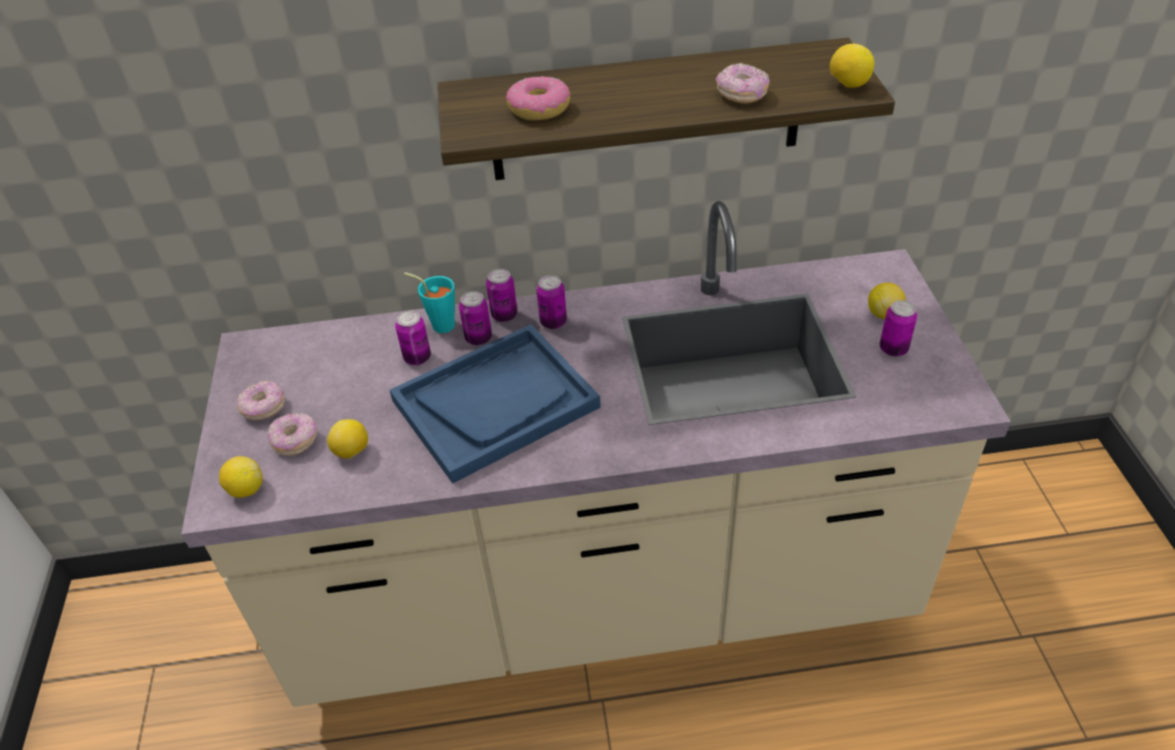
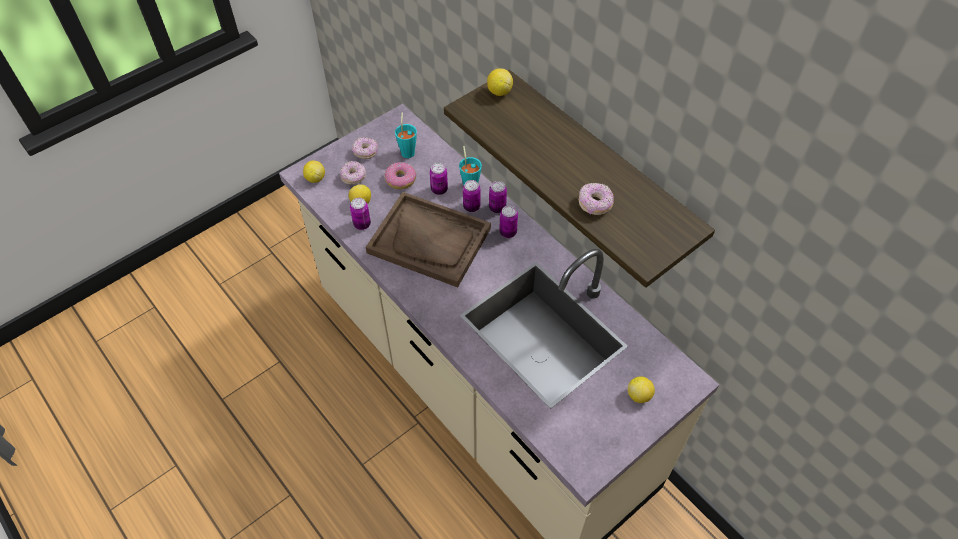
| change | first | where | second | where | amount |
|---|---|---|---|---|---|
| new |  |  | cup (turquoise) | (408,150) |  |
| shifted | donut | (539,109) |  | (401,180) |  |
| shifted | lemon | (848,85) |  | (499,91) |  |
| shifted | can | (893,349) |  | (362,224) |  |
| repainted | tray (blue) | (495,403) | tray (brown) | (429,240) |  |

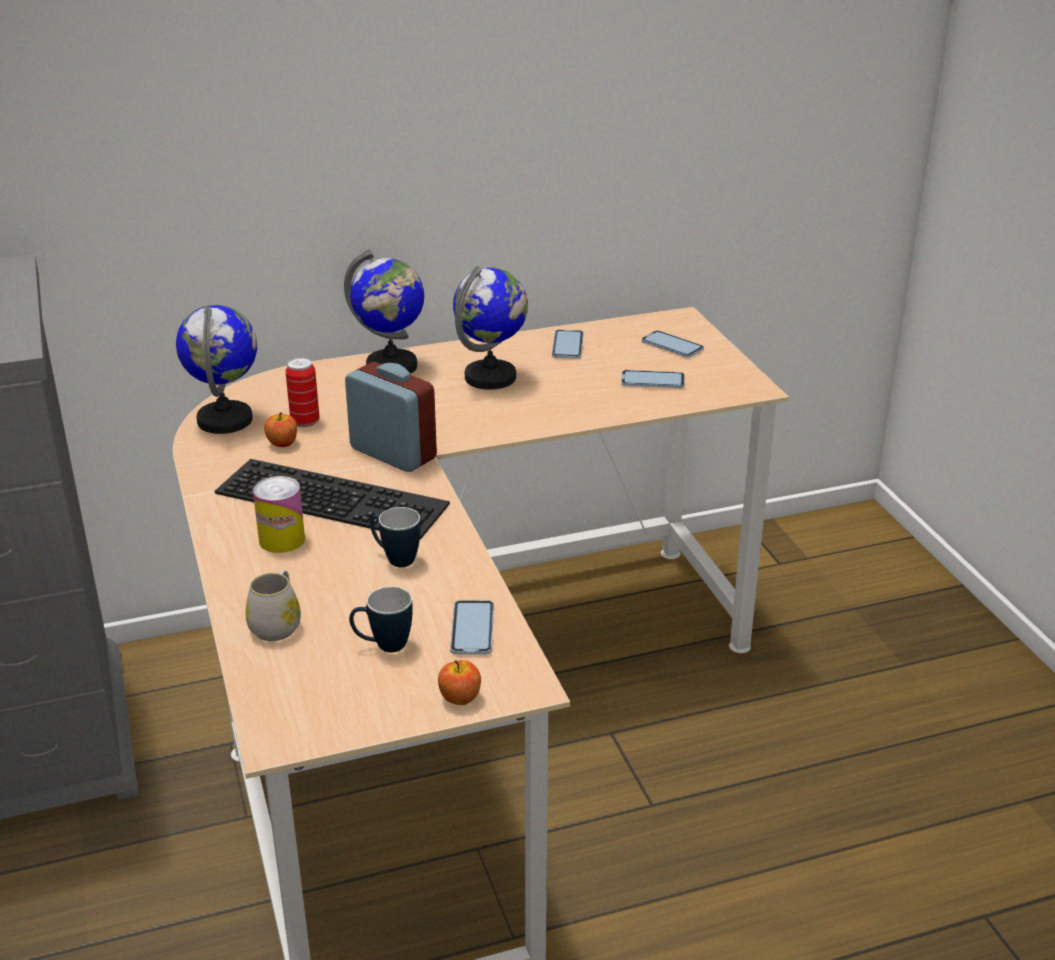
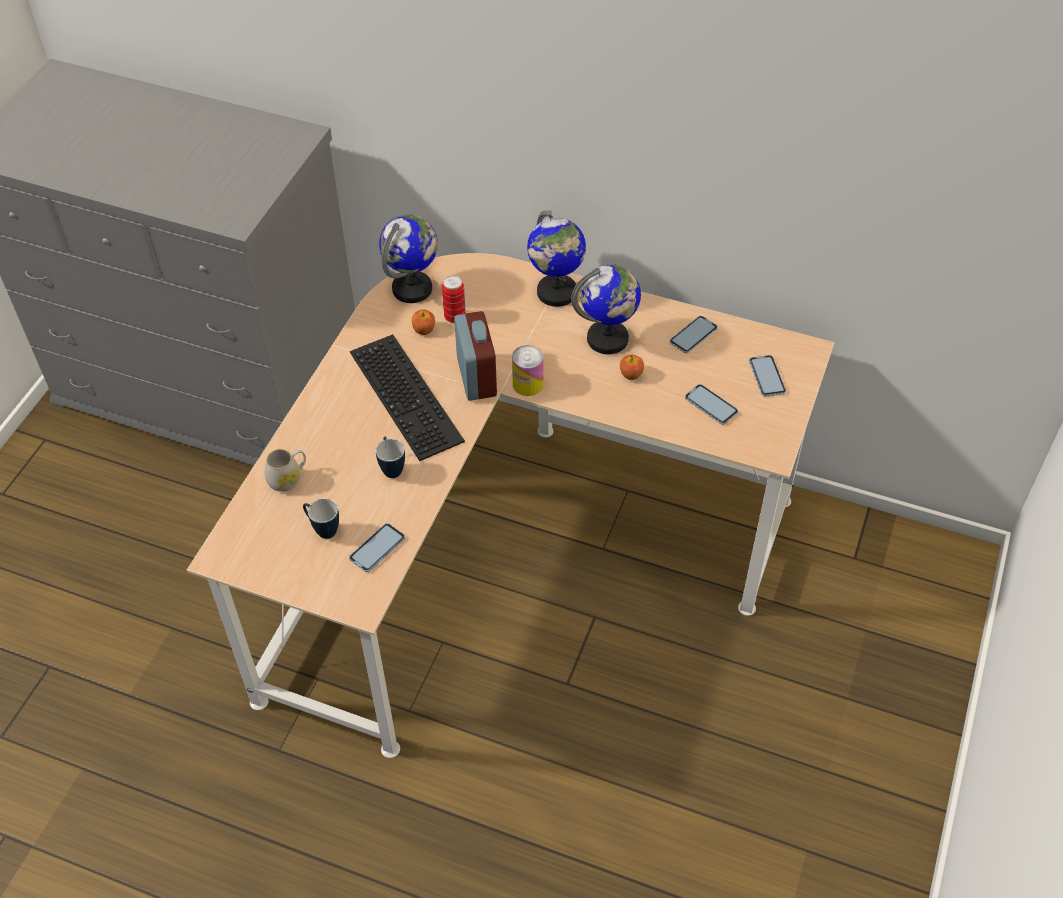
| change | first | where | second | where | amount |
|---|---|---|---|---|---|
| shifted | can | (282,539) |  | (528,384) |  |
| shifted | apple | (459,698) |  | (631,375) |  |

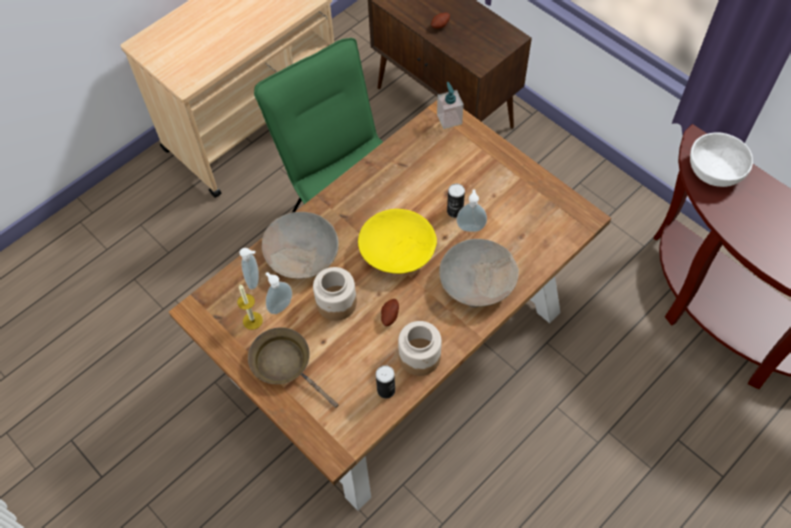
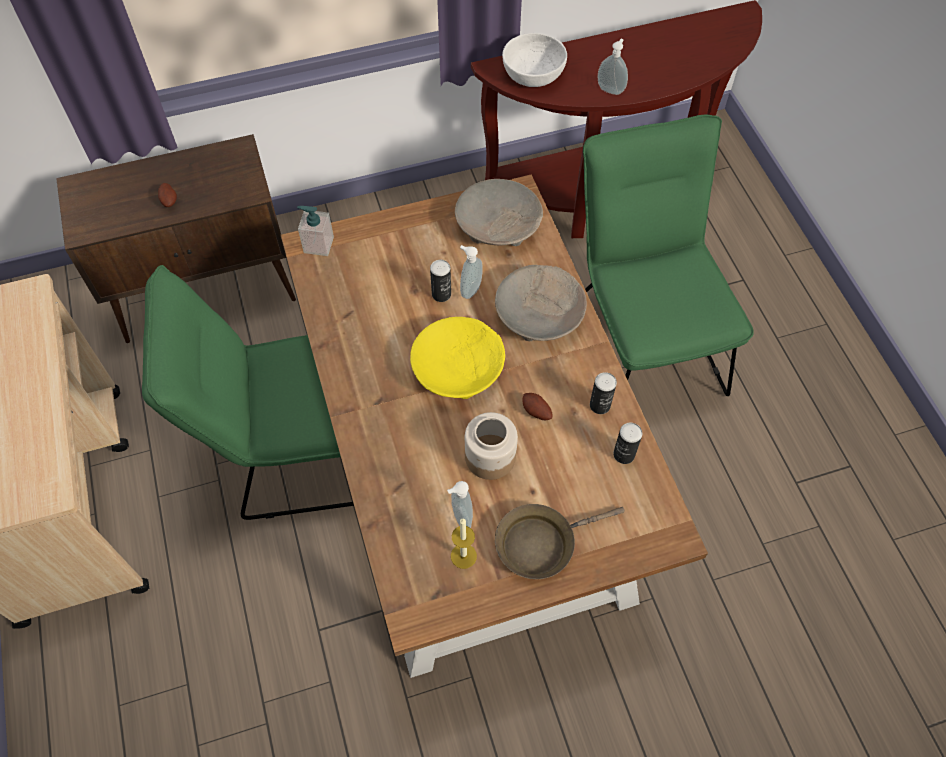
| change | first | where | second | where | amount |
|---|---|---|---|---|---|
| new |  |  | chair (green) | (640,341) |  |
| shifted | soap dispenser | (255,280) |  | (611,89) |  |
| shifted | bowl (beige) | (302,253) |  | (497,225) |  |
| swapped | jar | (420,356) | can | (600,405) |  |

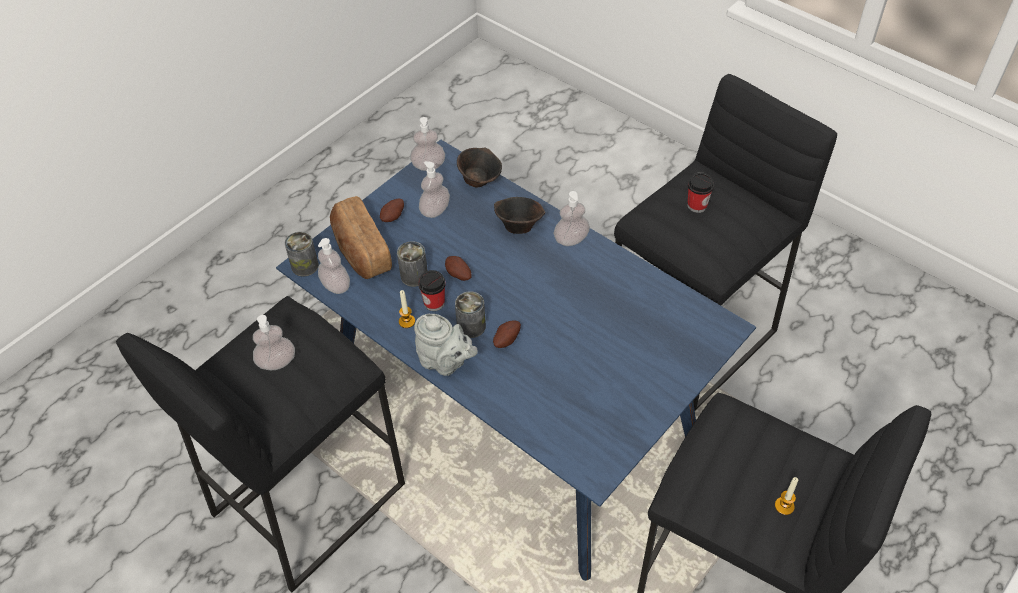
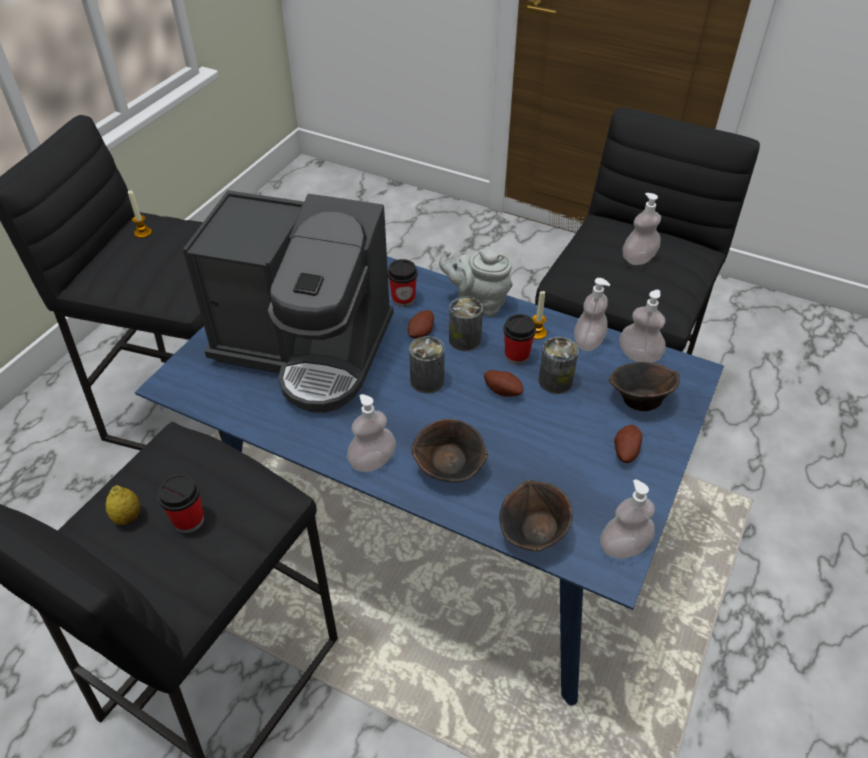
| change | first | where | second | where | amount |
|---|---|---|---|---|---|
| new |  |  | lemon | (128,517) |  |
| new |  |  | coffee machine | (306,348) |  |
| new |  |  | cup | (403,299) |  |
| shifted | can | (305,266) |  | (427,380) |  |
| shifted | soap dispenser | (435,210) |  | (588,342) |  |
| swapped | bread | (361,250) | bowl (brown) | (638,400) |  |

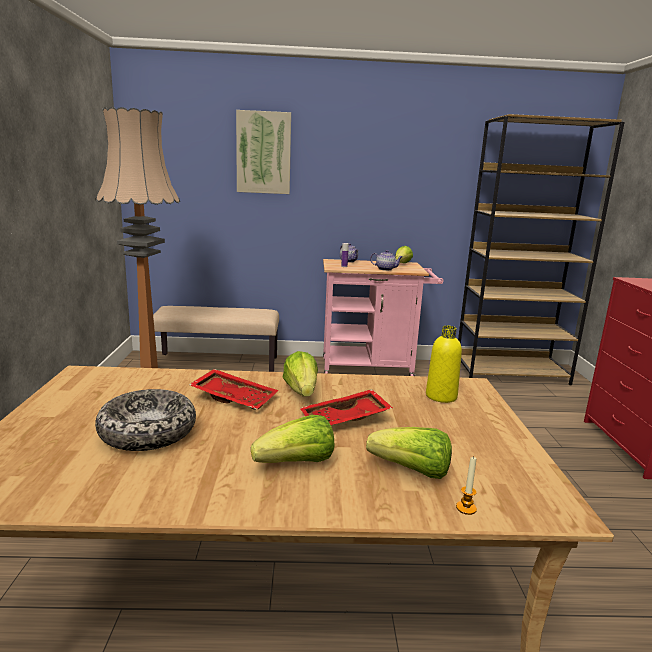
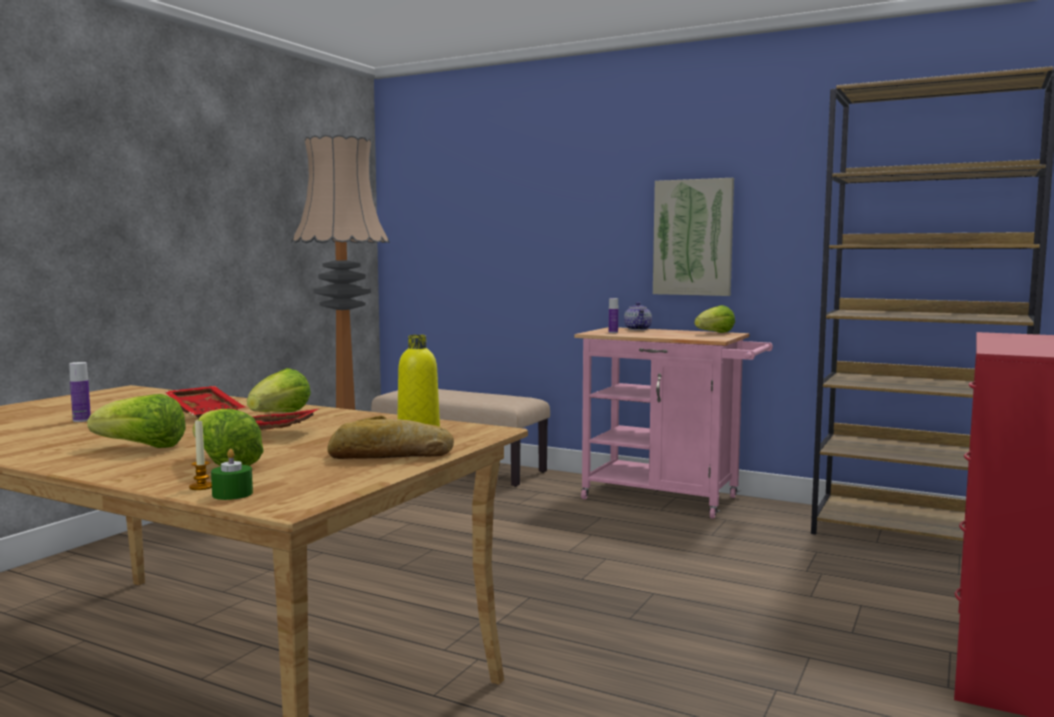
| change | first | where | second | where | amount |
|---|---|---|---|---|---|
| gone | teapot | (386,269) |  |  |  |
| new |  |  | candle (green) | (232,494) |  |
| new |  |  | bread | (390,455) |  |
| shifted | picture | (263,153) |  | (693,237) |  |
| swapped | bowl | (147,432) | bottle | (81,420) |  |

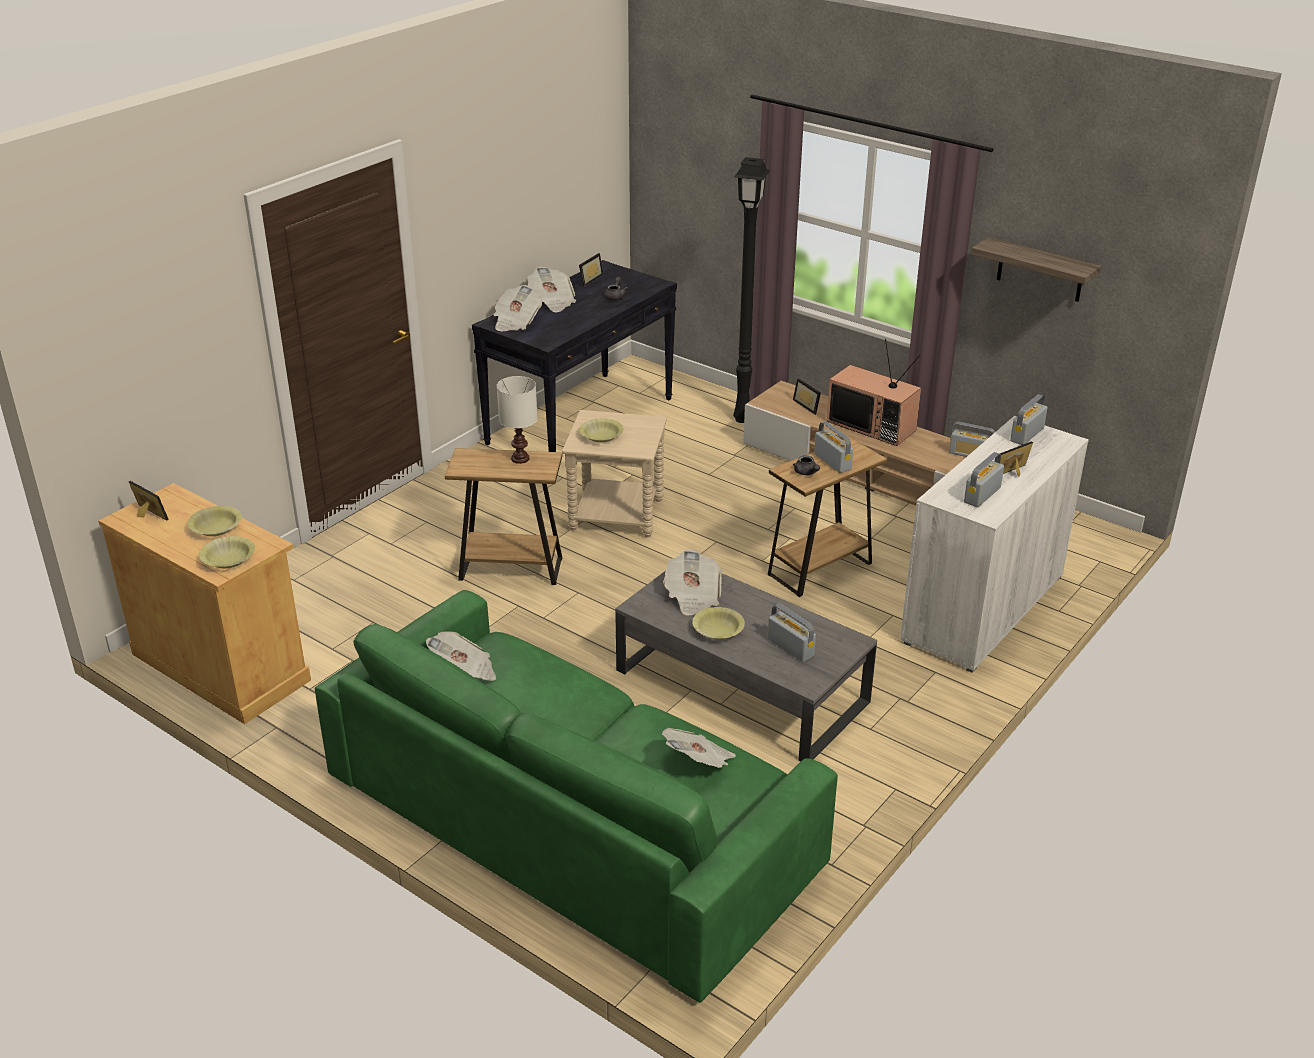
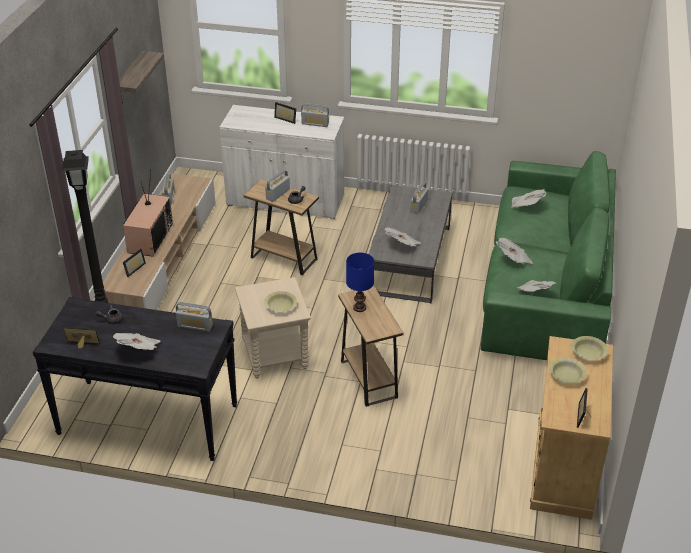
| change | first | where | second | where | amount |
|---|---|---|---|---|---|
| gone | bowl (yellow) | (718,630) |  |  |  |
| shifted | newspaper | (516,322) |  | (513,259) |  |
| shifted | radio | (1027,435) |  | (195,326) |  |
| repainted | table lamp (white) | (520,459) | table lamp (blue) | (360,307) |  |

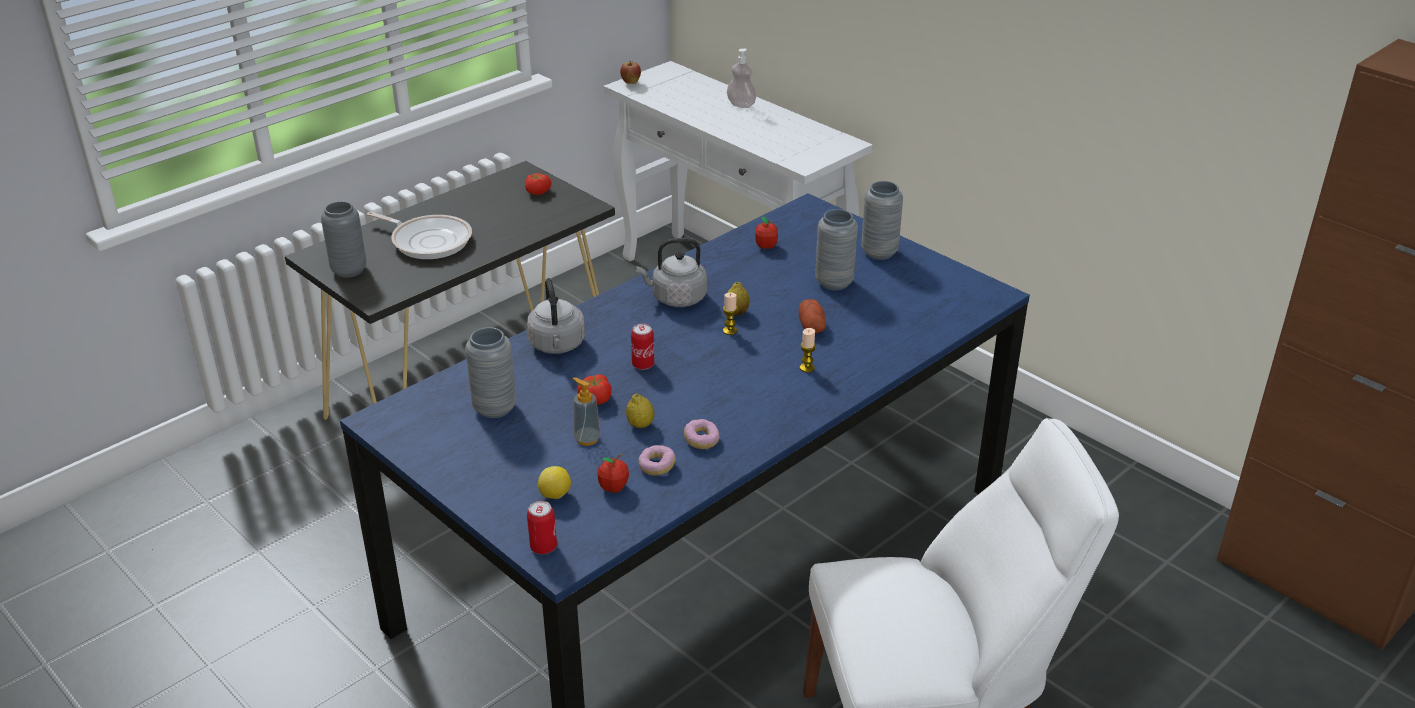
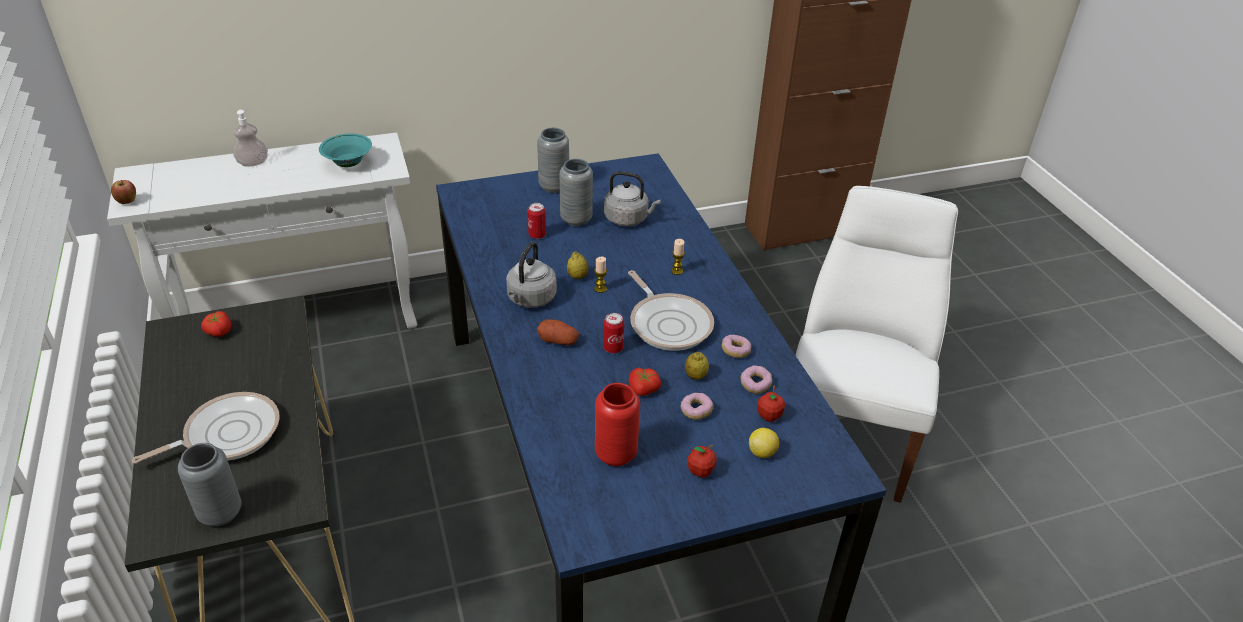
| change | first | where | second | where | amount |
|---|---|---|---|---|---|
| new |  |  | bowl (turquoise) | (348,163) |  |
| new |  |  | frying pan | (669,323) |  |
| shifted | kettle (grey) | (557,346) |  | (628,219) |  |
| shifted | can | (543,547) |  | (537,235) |  |
| shifted | apple | (766,246) |  | (700,471) |  |
| shifted | potato | (812,326) |  | (558,340) |  |
| swapped | soap dispenser | (587,439) | donut | (696,411) |  |
| repainted | vase (grey) | (494,408) | vase (red) | (616,454) |  |

